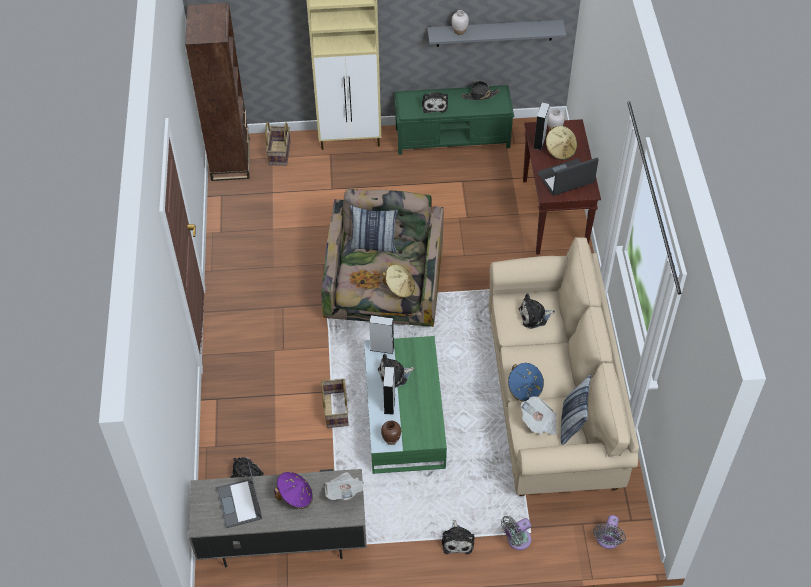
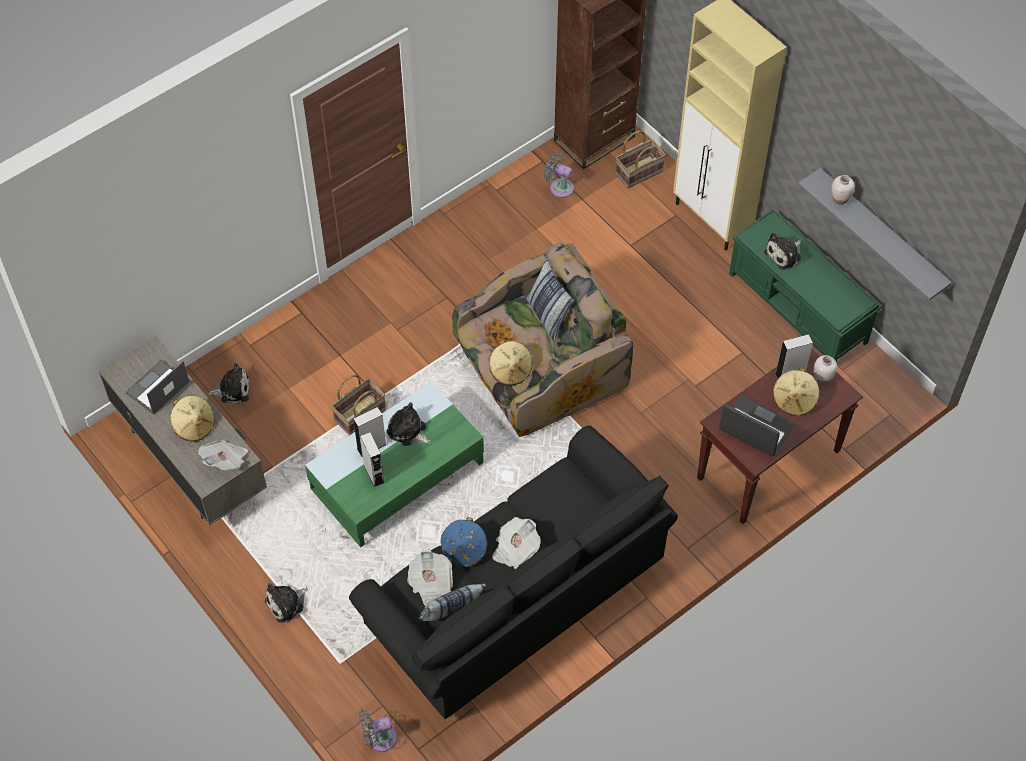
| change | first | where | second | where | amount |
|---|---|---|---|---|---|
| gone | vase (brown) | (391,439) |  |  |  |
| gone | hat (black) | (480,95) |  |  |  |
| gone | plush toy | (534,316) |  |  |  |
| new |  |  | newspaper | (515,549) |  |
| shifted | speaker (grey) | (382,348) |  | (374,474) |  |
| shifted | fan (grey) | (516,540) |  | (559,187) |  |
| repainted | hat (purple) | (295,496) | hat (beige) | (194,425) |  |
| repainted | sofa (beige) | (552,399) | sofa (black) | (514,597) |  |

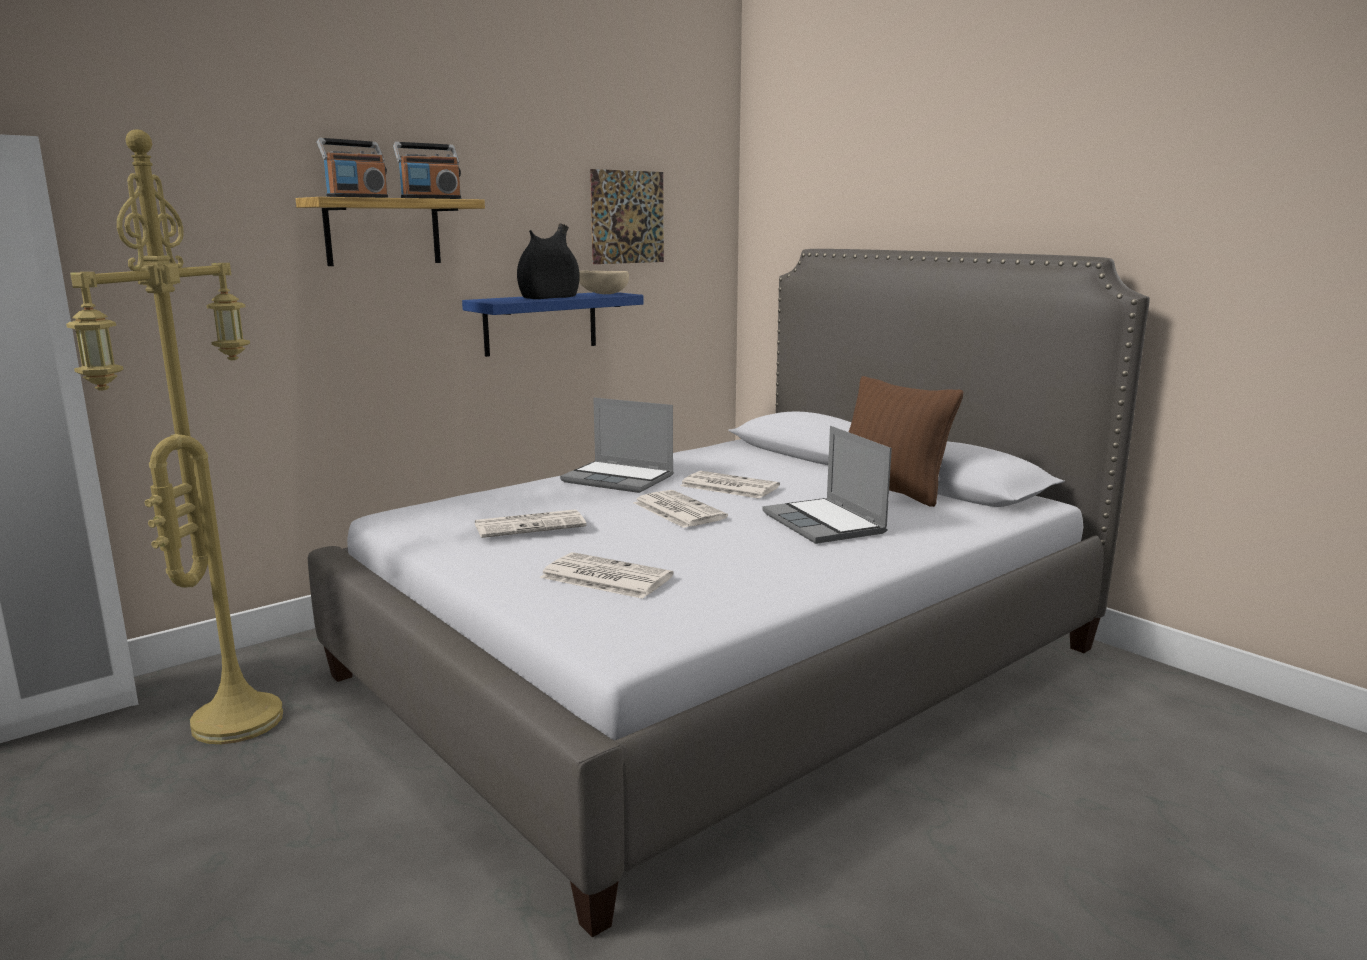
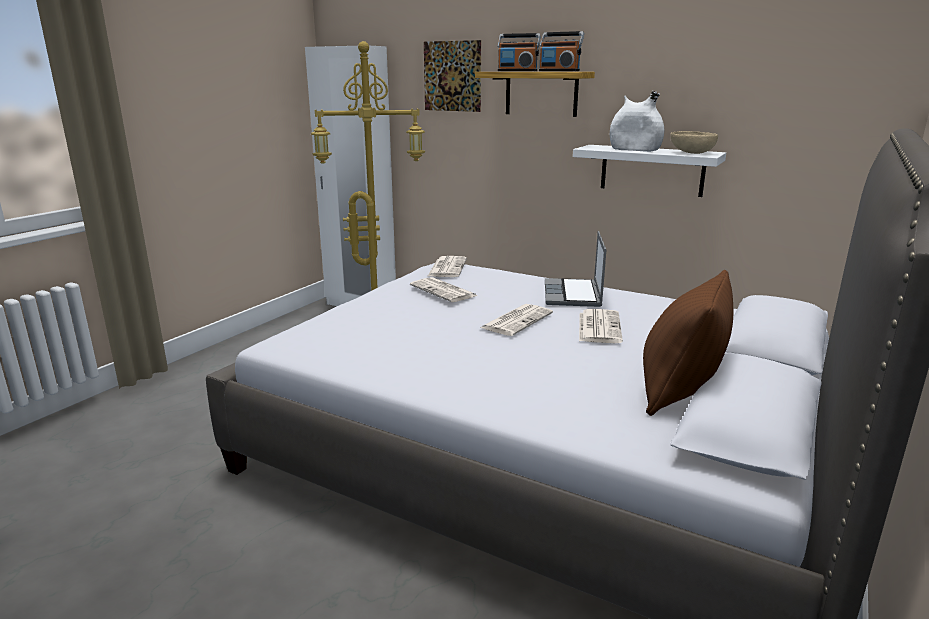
| change | first | where | second | where | amount |
|---|---|---|---|---|---|
| gone | laptop | (825,524) |  |  |  |
| shifted | newspaper | (604,577) |  | (447,267) |  |
| shifted | picture | (627,217) |  | (452,76) |  |
| repainted | shelf (blue) | (541,323) | shelf (white) | (652,170) |  |
| repainted | vase (black) | (549,298) | vase (white) | (634,150) |  |

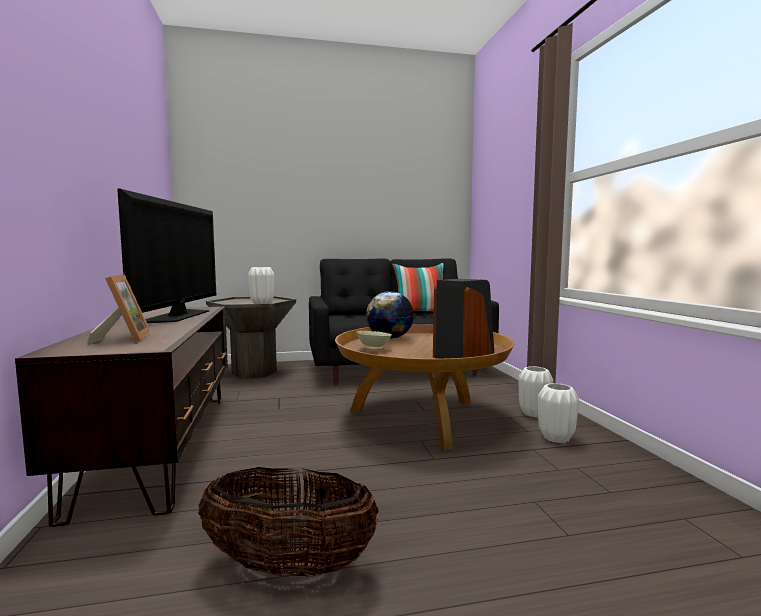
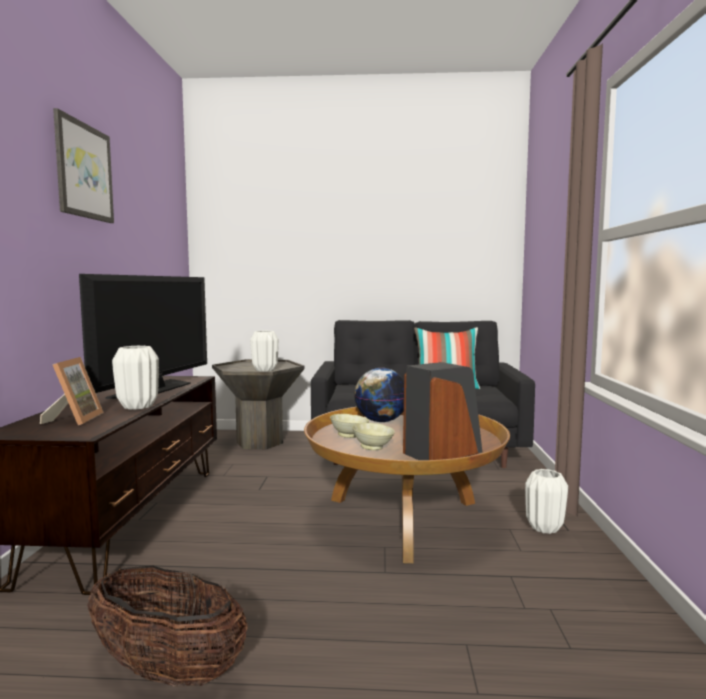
| change | first | where | second | where | amount |
|---|---|---|---|---|---|
| new |  |  | picture | (83,171) |  |
| new |  |  | bowl (beige) | (373,448) |  |
| shifted | vase (white) | (556,438) |  | (138,406) |  |

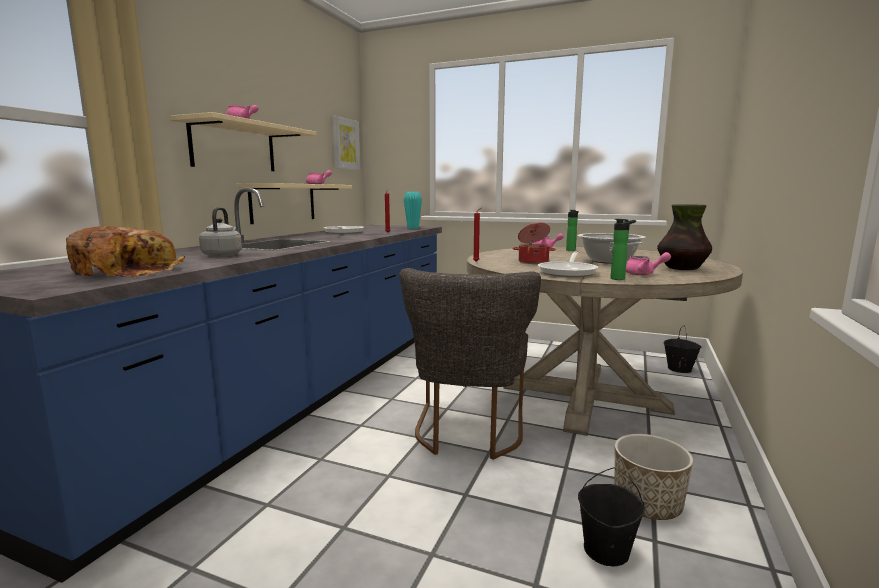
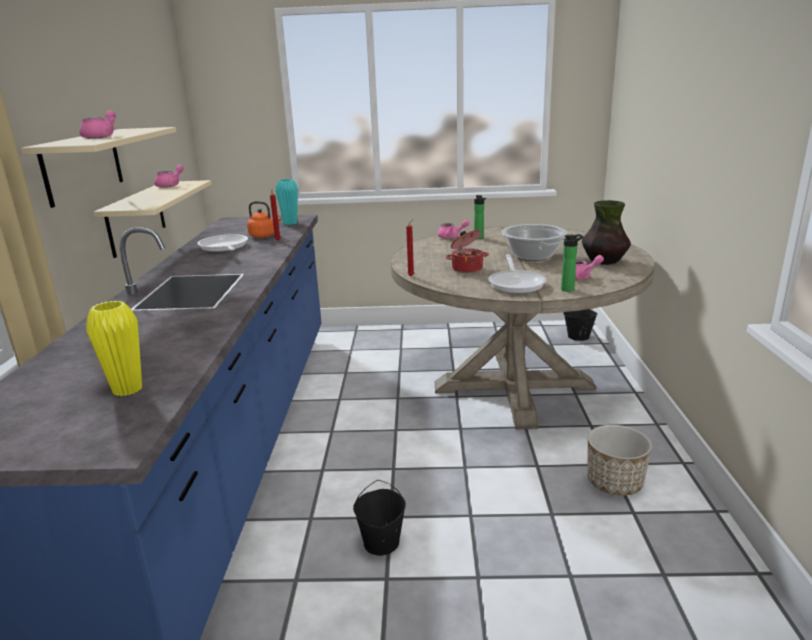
| change | first | where | second | where | amount |
|---|---|---|---|---|---|
| gone | kettle (grey) | (223,255) |  |  |  |
| gone | picture | (345,144) |  |  |  |
| gone | chair (grey) | (468,433) |  |  |  |
| new |  |  | kettle (orange) | (264,236) |  |
| shifted | bucket (black) | (606,550) |  | (381,543) |  |
| swapped | bread | (128,271) | vase (yellow) | (127,389) |  |

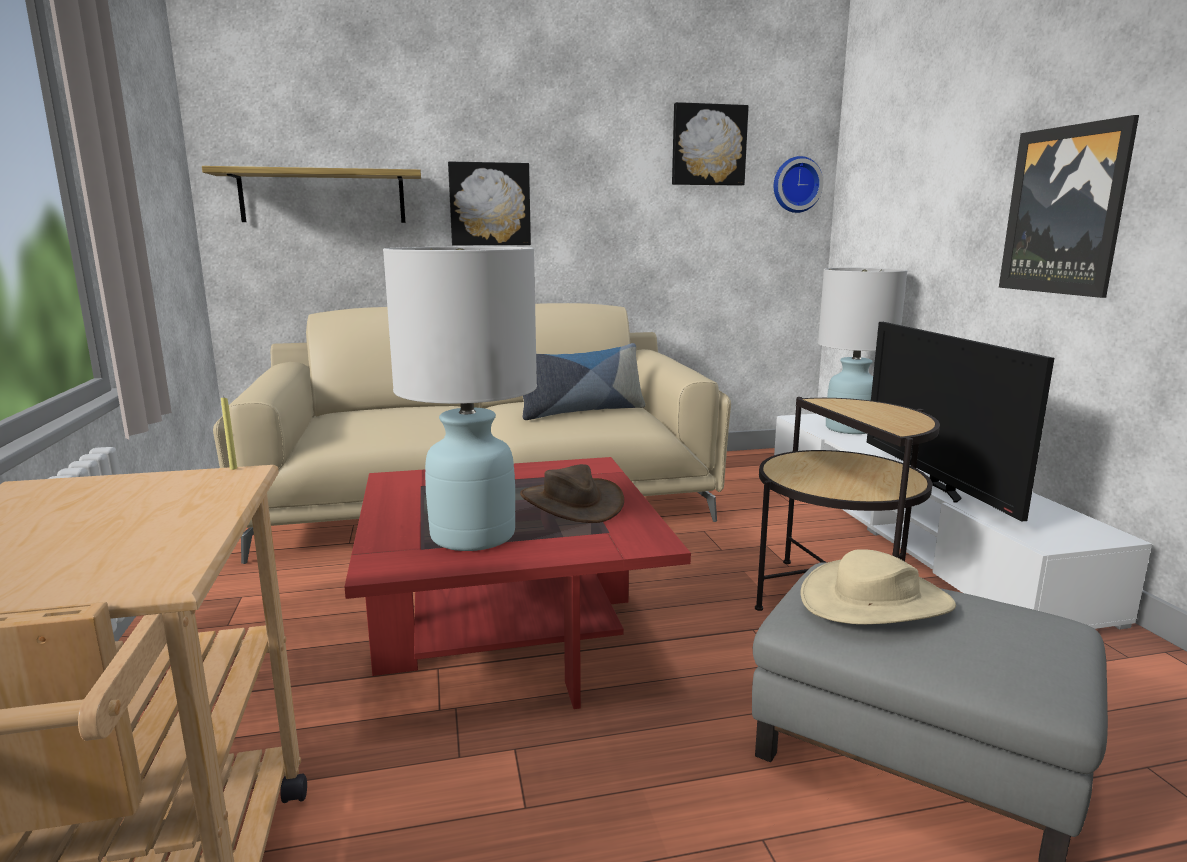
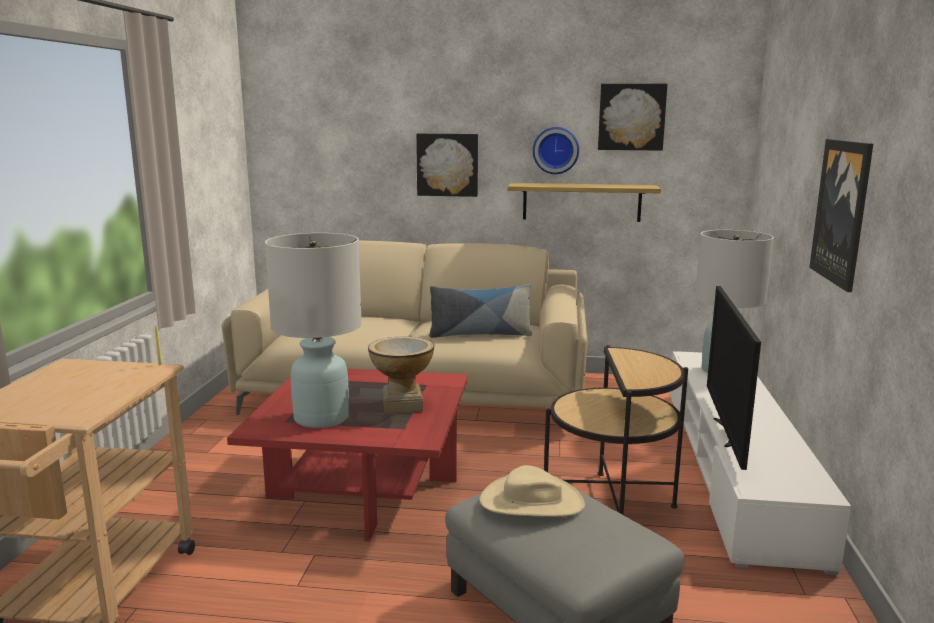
| change | first | where | second | where | amount |
|---|---|---|---|---|---|
| shifted | shelf | (323,197) |  | (581,202) |  |
| shifted | wall clock | (796,185) |  | (555,150) |  |
| swapped | hat (brown) | (571,503) | vase | (402,405) |  |

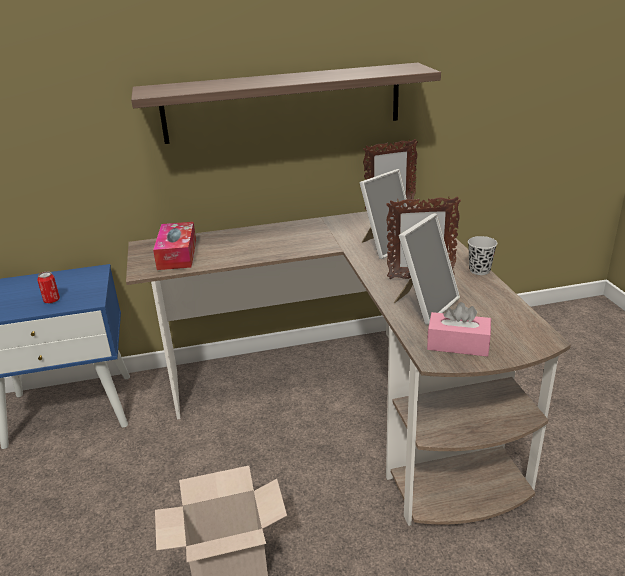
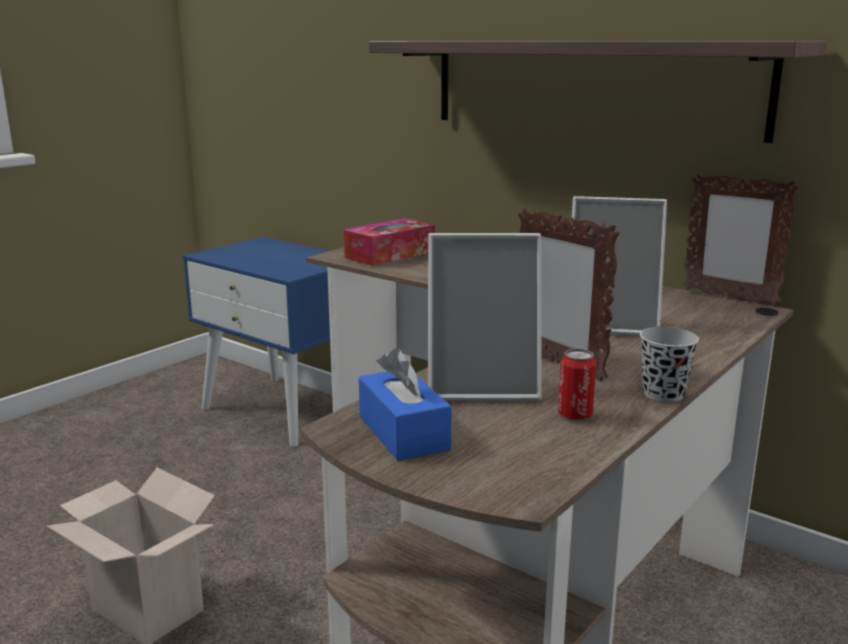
| change | first | where | second | where | amount |
|---|---|---|---|---|---|
| shifted | can | (52,300) |  | (575,415) |  |
| repainted | tissue box (pink) | (458,344) | tissue box (blue) | (403,433) |  |

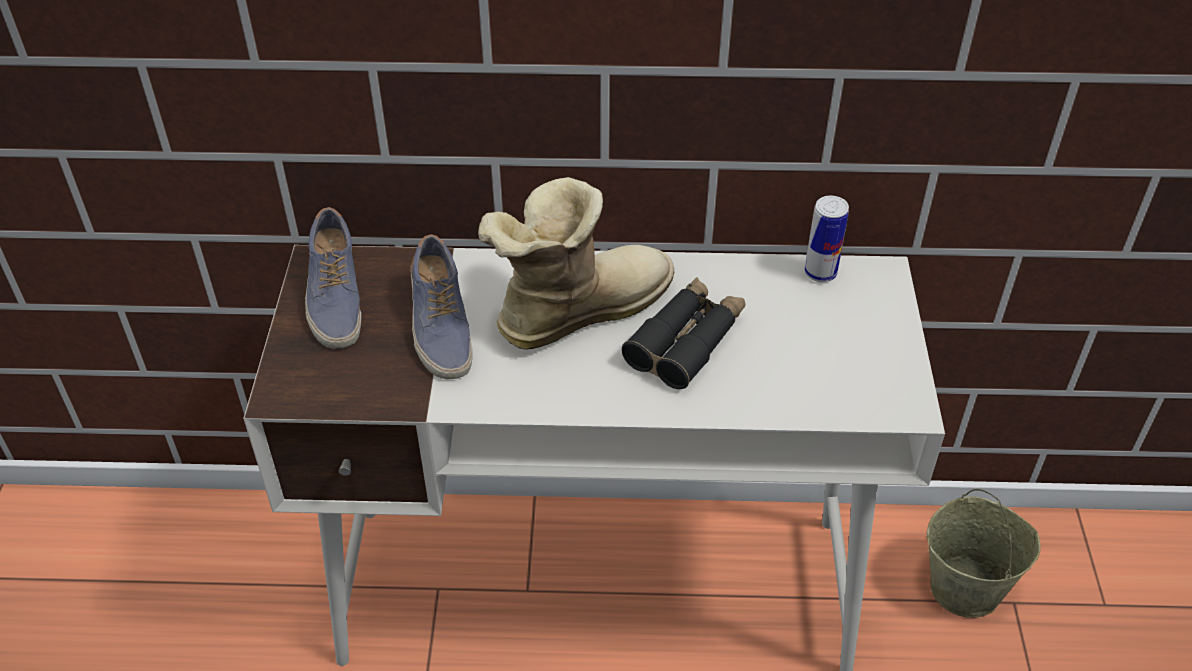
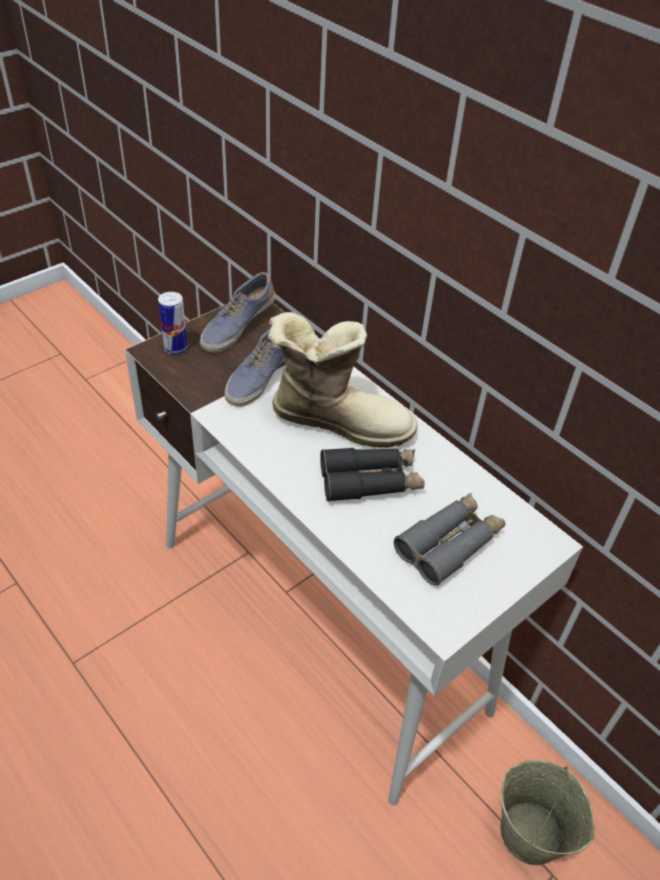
| change | first | where | second | where | amount |
|---|---|---|---|---|---|
| new |  |  | binoculars (grey) | (449,544) |  |
| shifted | can | (820,273) |  | (175,348) |  |

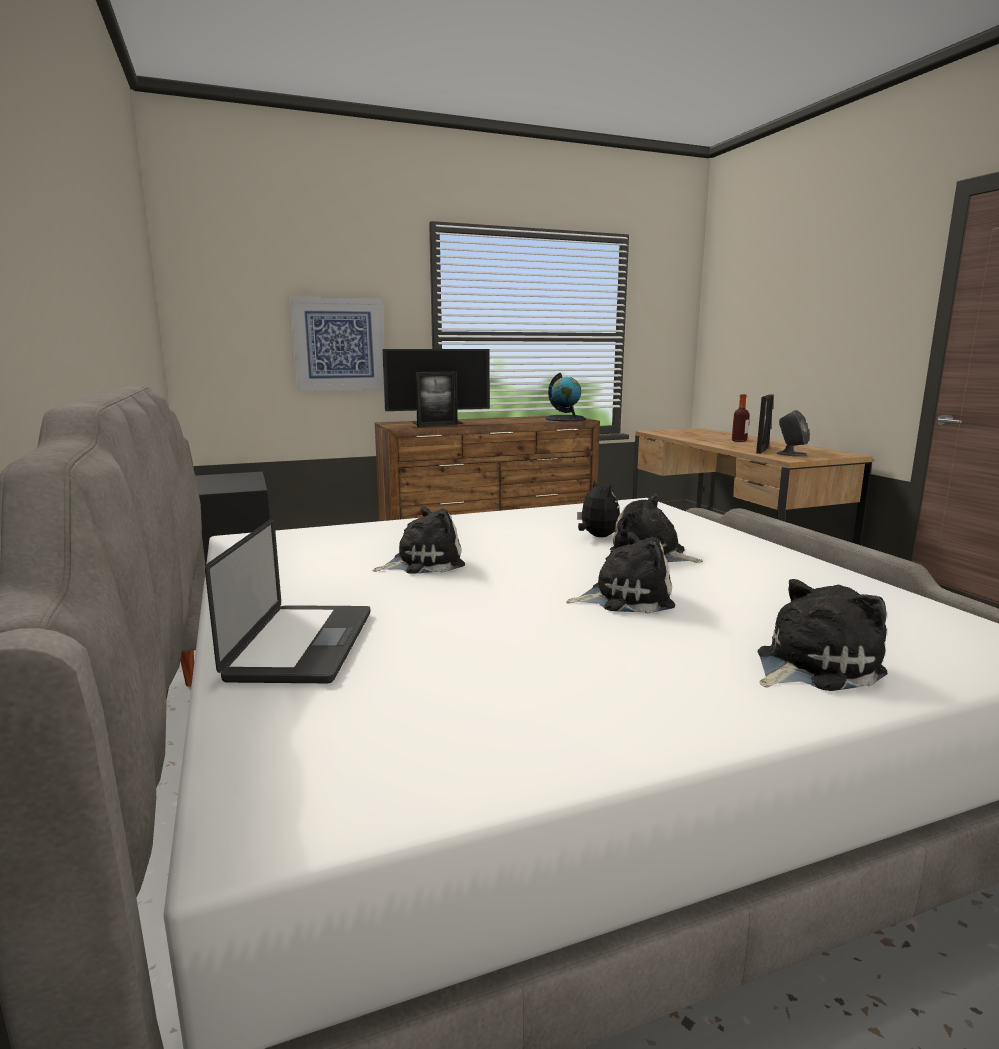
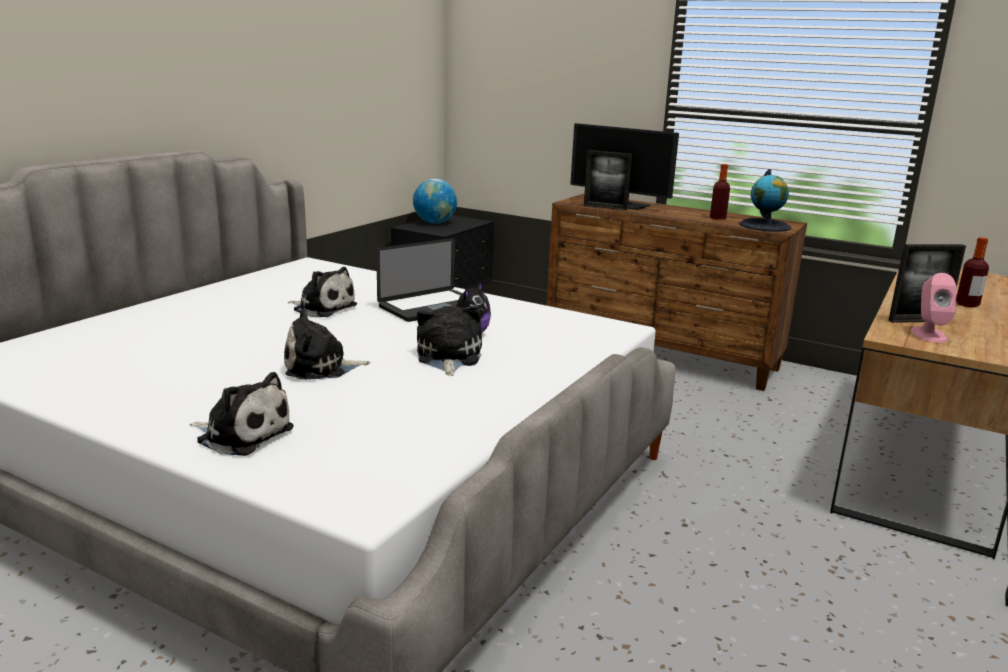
| change | first | where | second | where | amount |
|---|---|---|---|---|---|
| gone | picture | (339,344) |  |  |  |
| new |  |  | globe | (435,223) |  |
| new |  |  | bottle | (717,218) |  |
| shifted | laptop | (302,645) |  | (431,307) |  |
| repainted | speaker (grey) | (791,454) | speaker (pink) | (928,335) |  |
| rotated | plush toy | (625,598) |  | (320,368) | 120 degrees clockwise |

